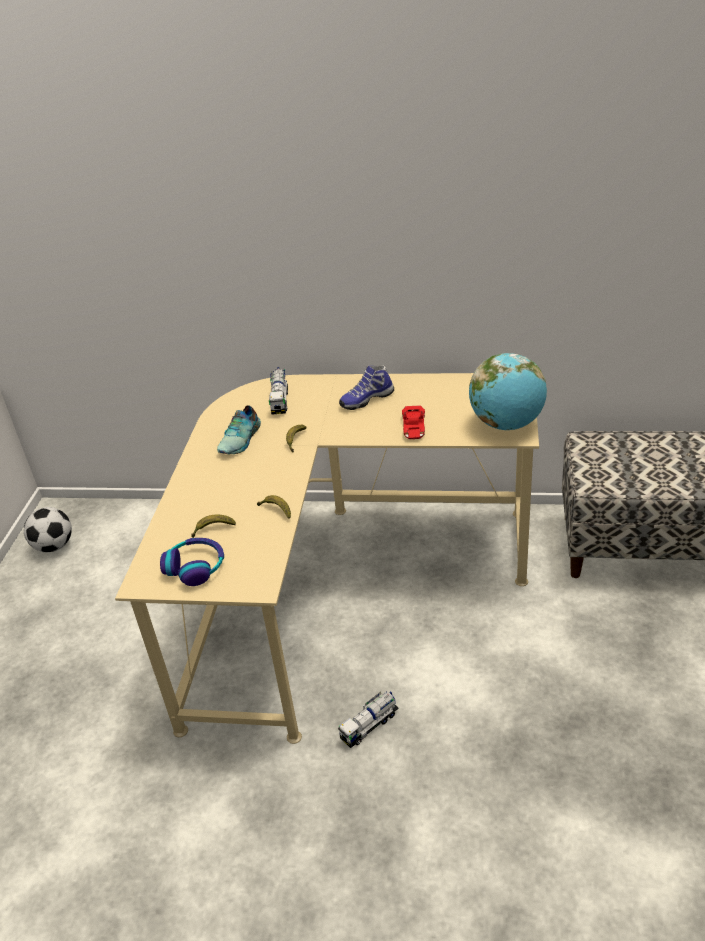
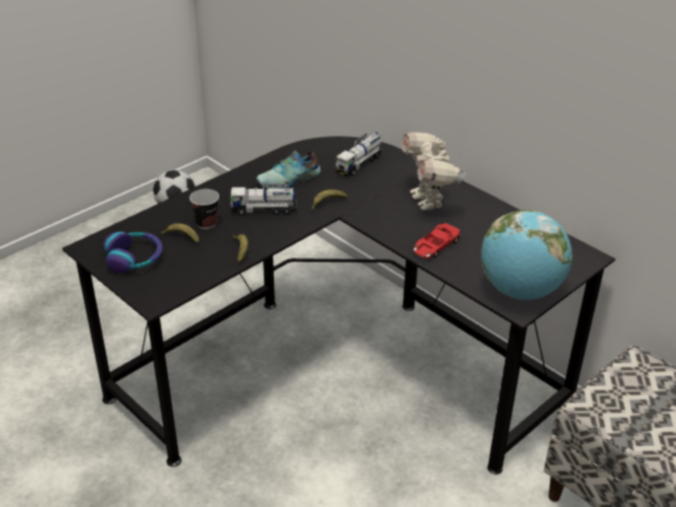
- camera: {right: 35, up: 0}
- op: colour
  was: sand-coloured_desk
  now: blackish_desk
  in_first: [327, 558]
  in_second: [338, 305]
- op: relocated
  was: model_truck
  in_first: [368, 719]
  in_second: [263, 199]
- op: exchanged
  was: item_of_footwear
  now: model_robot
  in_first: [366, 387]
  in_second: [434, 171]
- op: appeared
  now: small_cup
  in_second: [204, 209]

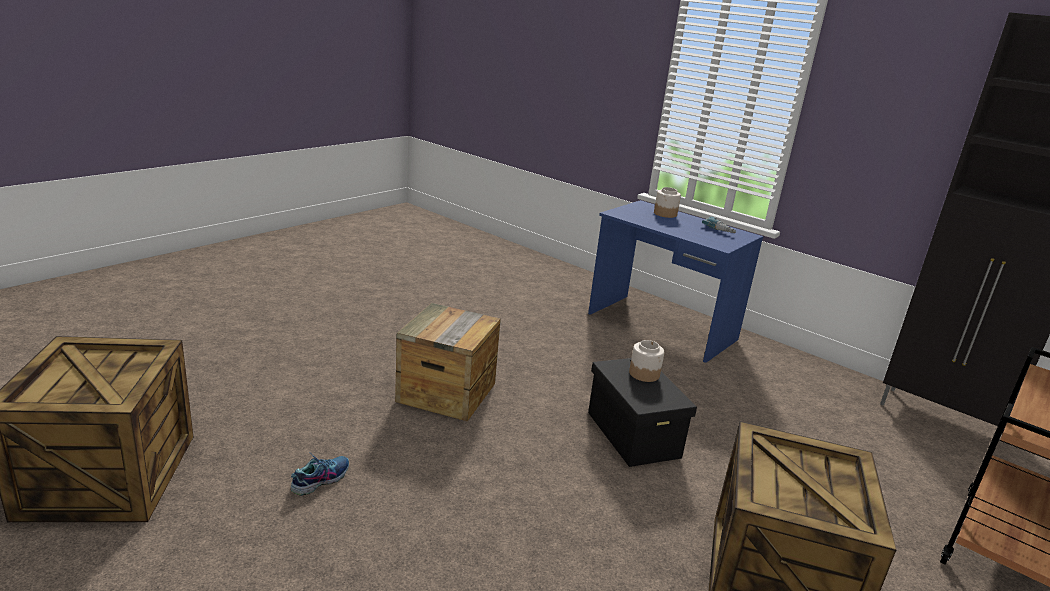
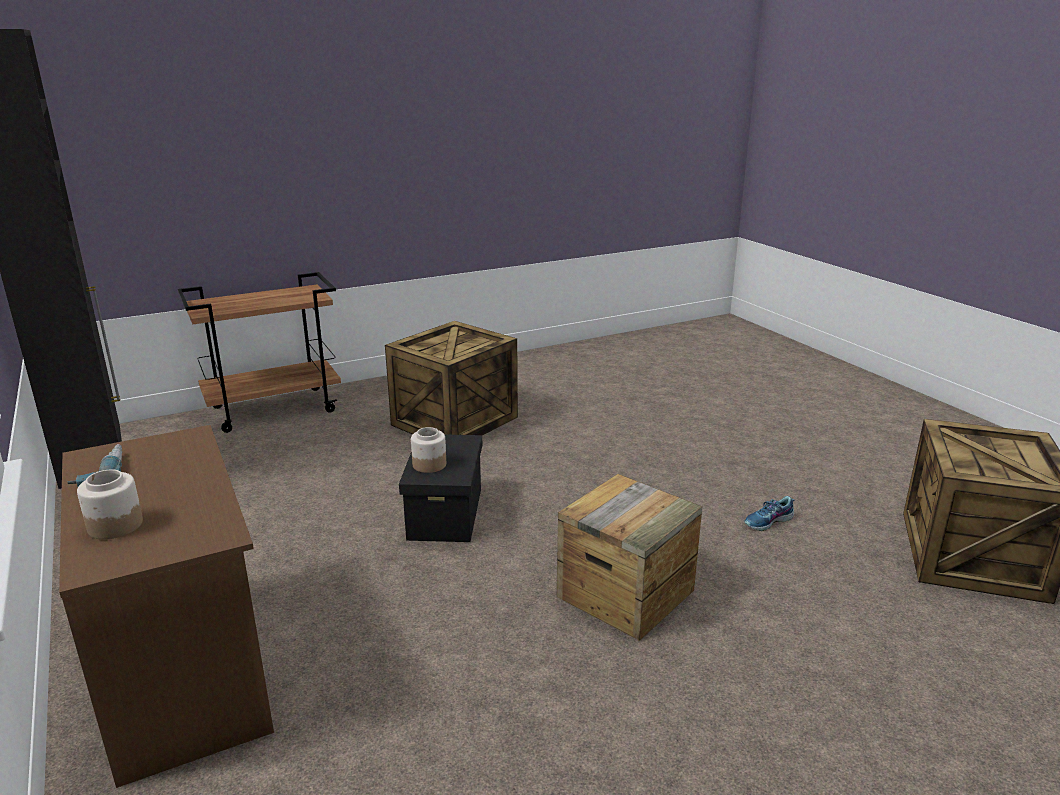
- camera: {right: -155, up: 0}
- op: colour
  was: bluish_desk
  now: brown-coloured_desk
  in_first: [676, 281]
  in_second: [166, 606]

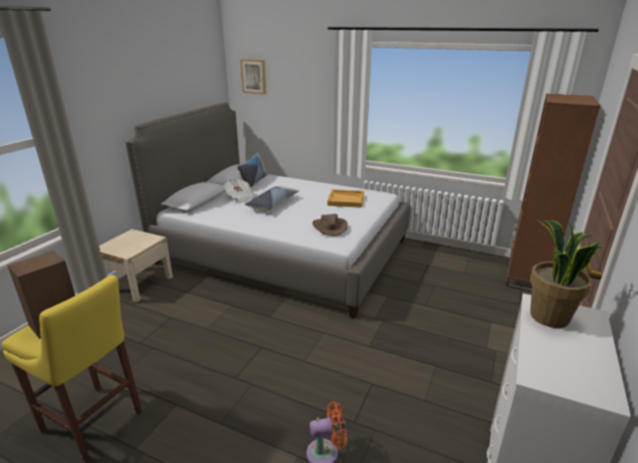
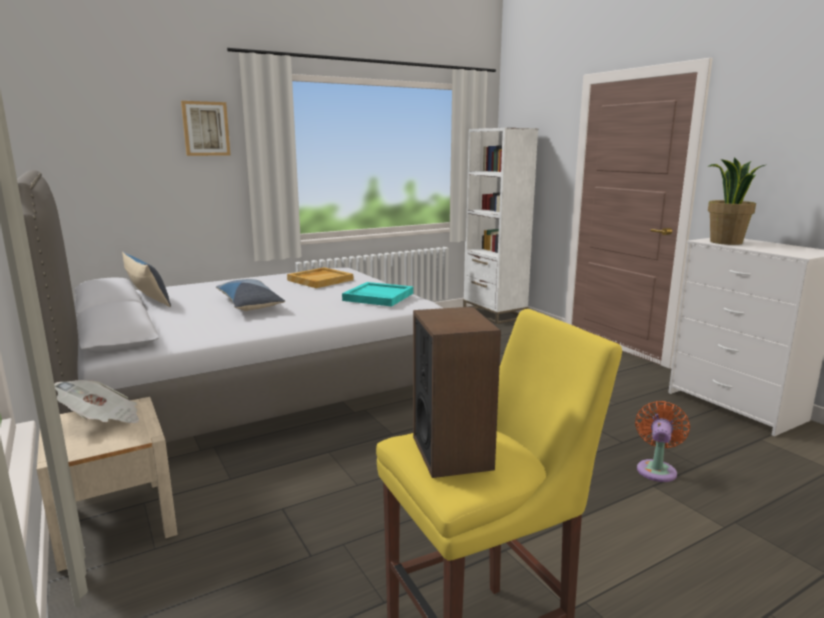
- camera: {right: -55, up: -10}
- op: relocated
  was: newspaper
  in_first: [239, 190]
  in_second: [96, 401]
- op: relocated
  was: wall_picture
  in_first: [253, 76]
  in_second: [206, 128]
- op: exchanged
  was: brown-coloured_clothing_hat
  now: turquoise_carrying_tray
  in_first: [330, 225]
  in_second: [377, 294]
- op: colour
  was: brown-coloured_bookcase
  now: white_bookcase
  in_first: [553, 192]
  in_second: [500, 226]

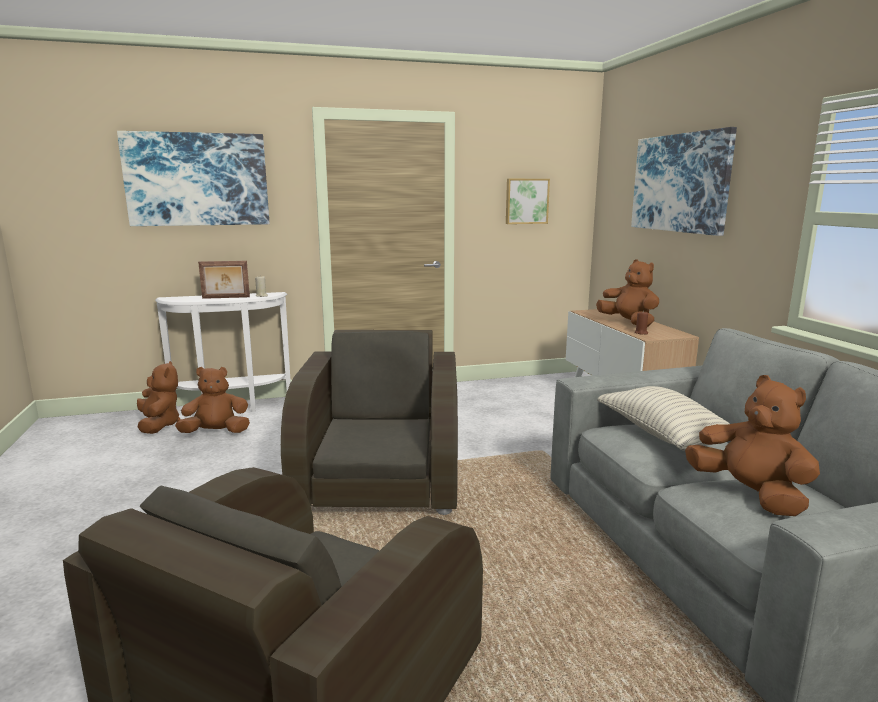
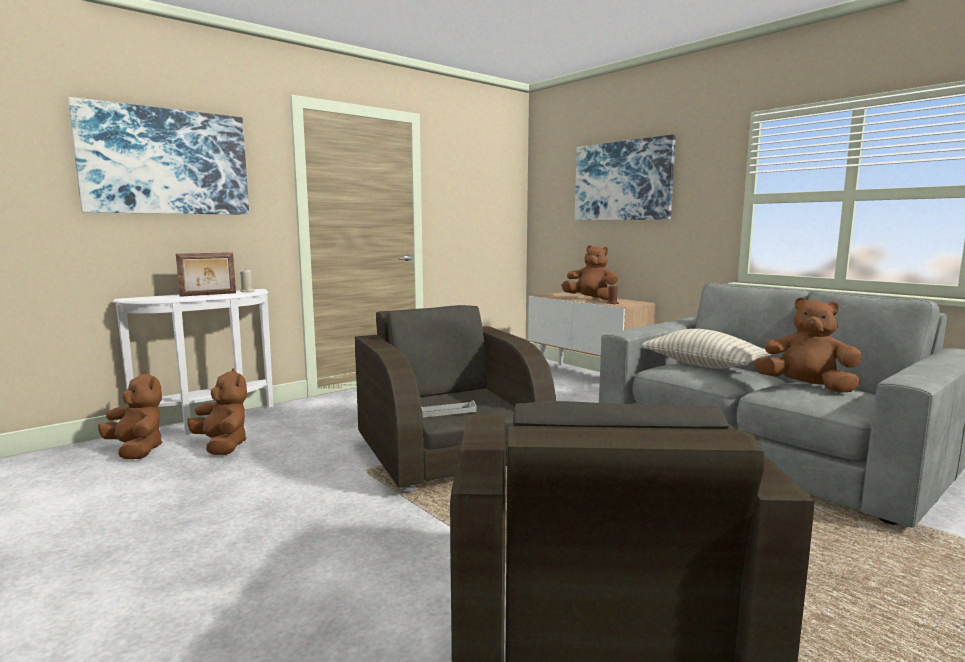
- camera: {right: -25, up: -5}
- op: spun
  was: brown-coloured_soft_toy
  in_first: [212, 400]
  in_second: [217, 411]
  clockwise: 90
- op: missing
  was: wall_picture
  in_first: [528, 201]
- op: appeared
  now: gray_carrying_tray
  in_second: [449, 409]

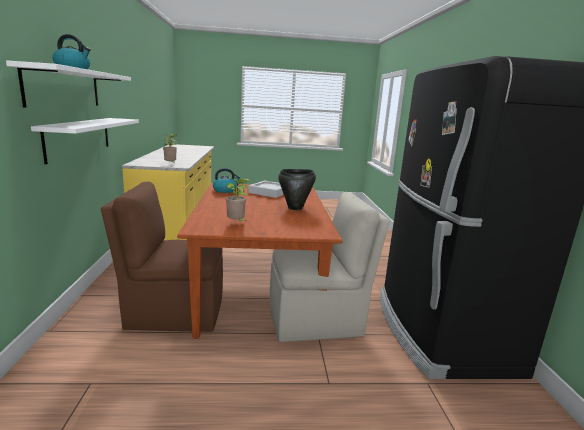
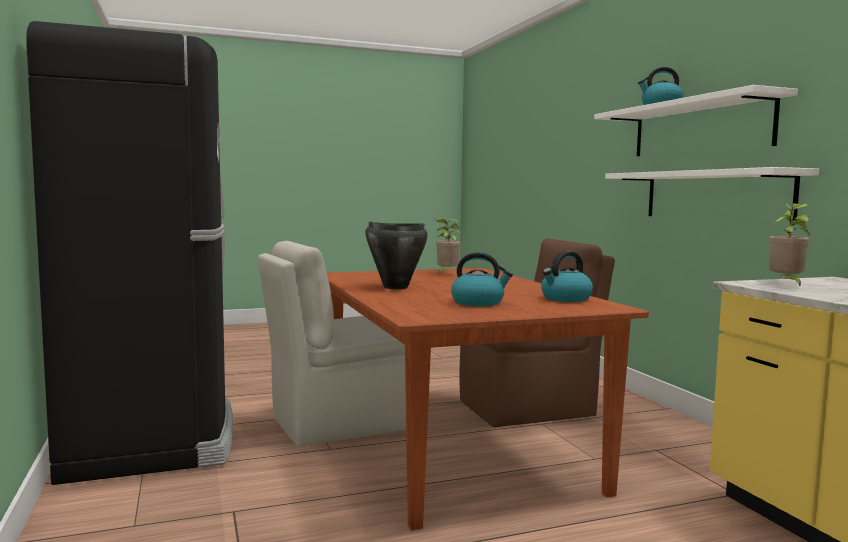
- camera: {right: 165, up: -10}
- op: exchanged
  was: gray_carrying_tray
  now: tea_kettle
  in_first: [266, 189]
  in_second: [482, 279]

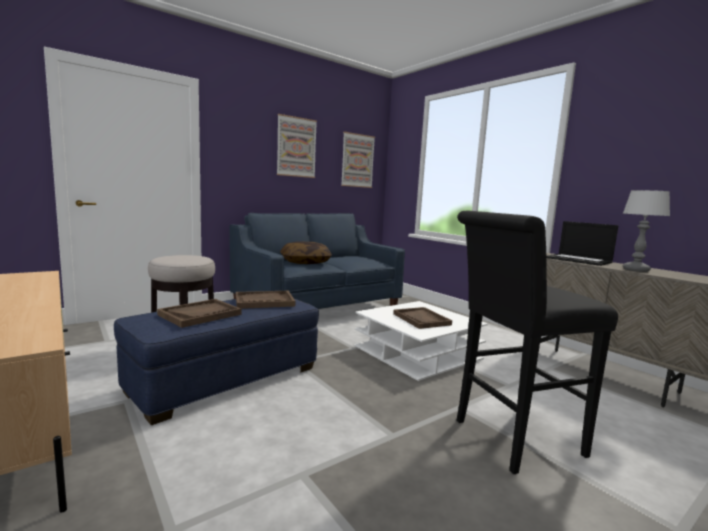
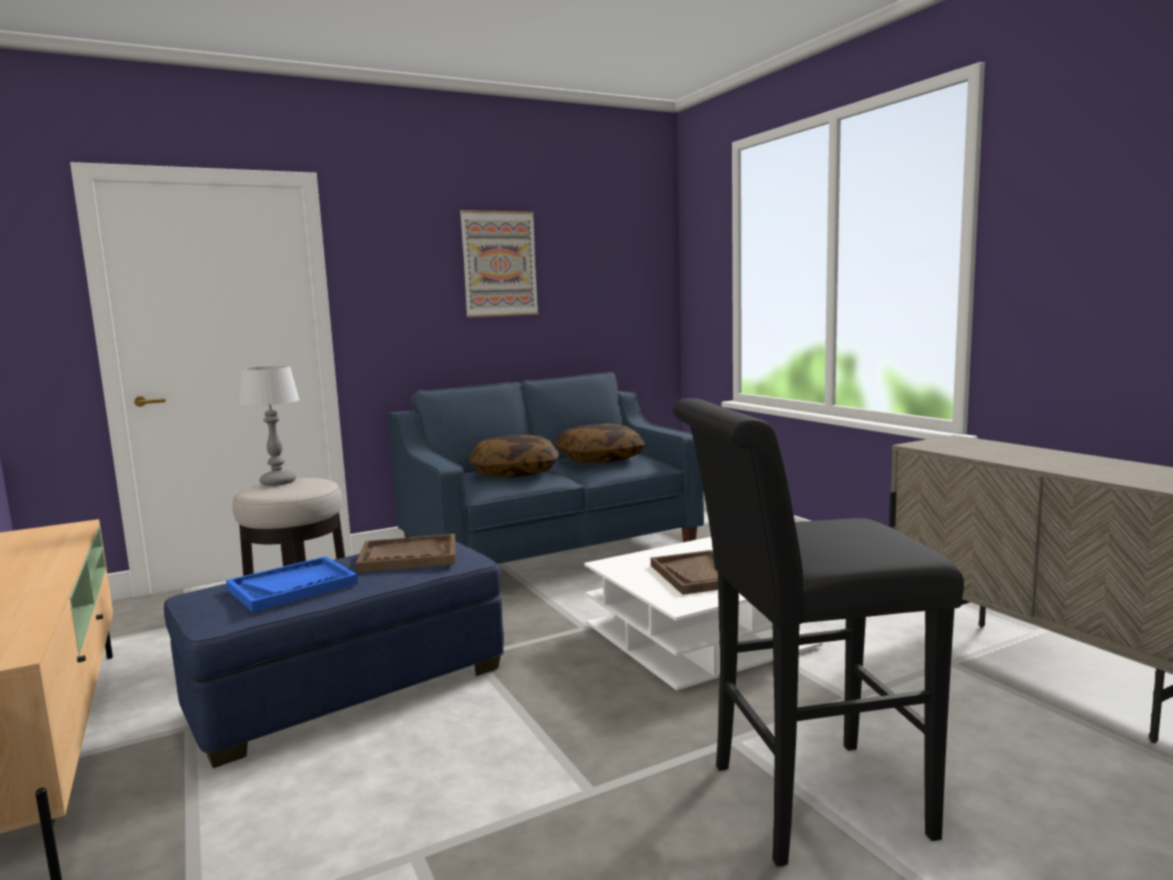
- camera: {right: 10, up: 0}
- op: colour
  was: brown-coloured_carrying_tray
  now: bluish_carrying_tray
  in_first: [199, 313]
  in_second: [292, 584]
- op: missing
  was: wall_picture
  in_first: [358, 160]
- op: missing
  was: notebook_computer
  in_first: [582, 243]
- op: relocated
  was: tabletop_lamp
  in_first: [646, 231]
  in_second: [269, 426]
- op: appeared
  now: throw_pillow
  in_second: [599, 443]

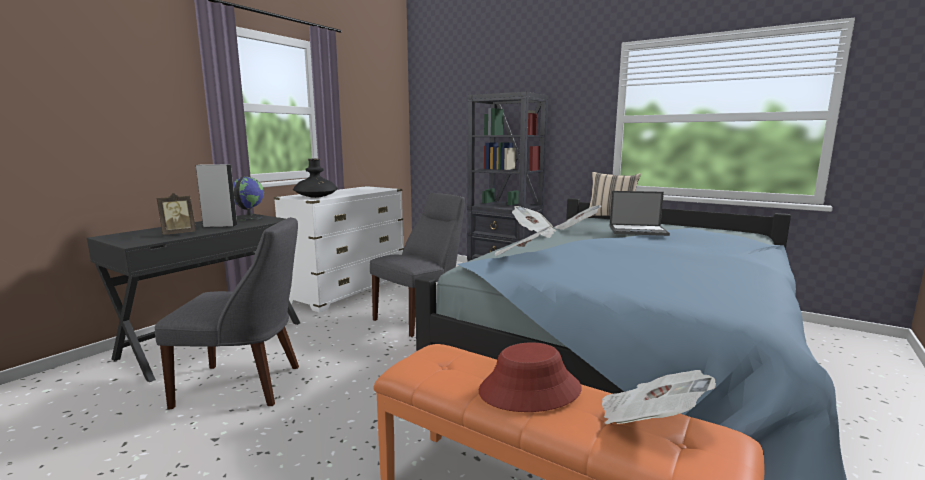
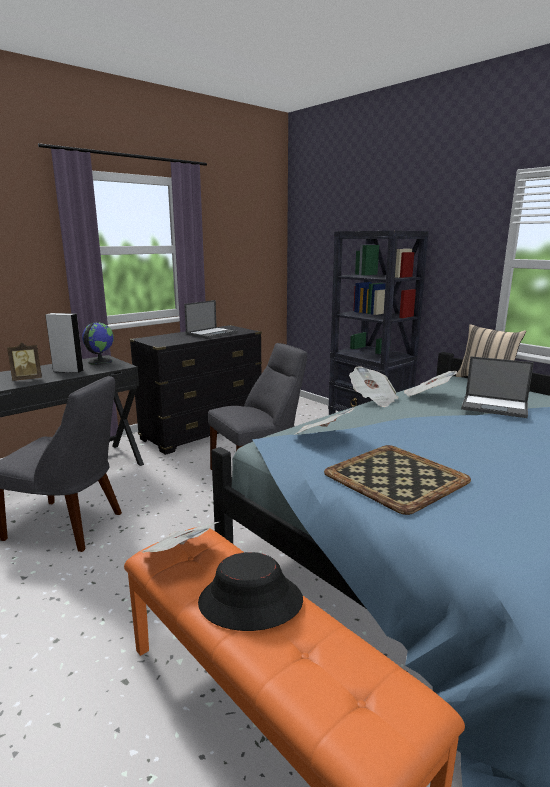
- camera: {right: 15, up: 5}
- op: colour
  was: white_chest_of_drawers
  now: blackish_chest_of_drawers
  in_first: [339, 249]
  in_second: [196, 390]
- op: missing
  was: blackish_decorative_vase
  in_first: [315, 178]
- op: colour
  was: reddish_clothing_hat
  now: blackish_clothing_hat
  in_first: [530, 377]
  in_second: [250, 591]
- op: relocated
  was: newspaper
  in_first: [659, 397]
  in_second: [181, 537]
- op: appeared
  now: notebook_computer
  in_second: [211, 319]
- op: appeared
  now: carrying_tray
  in_second: [397, 480]

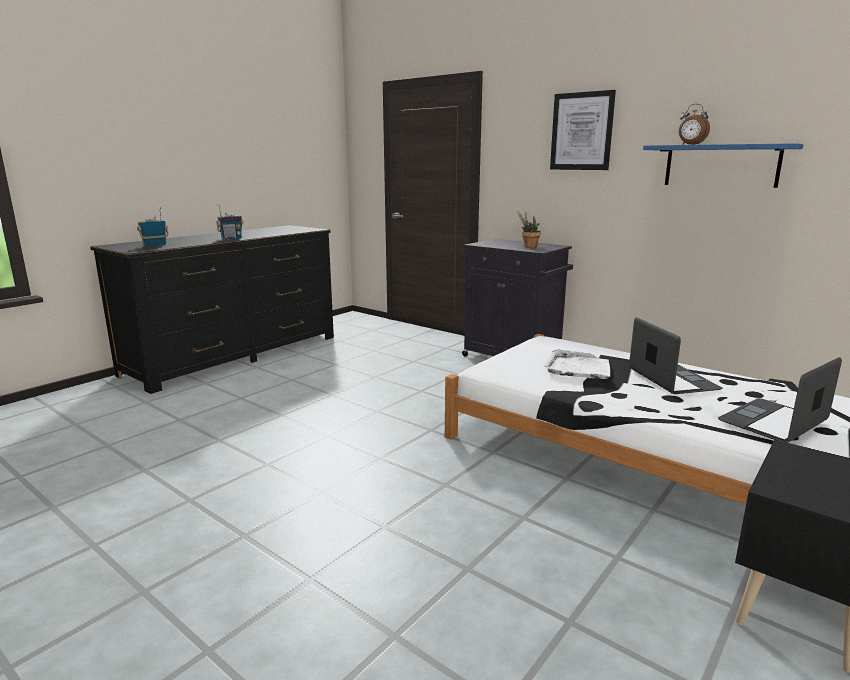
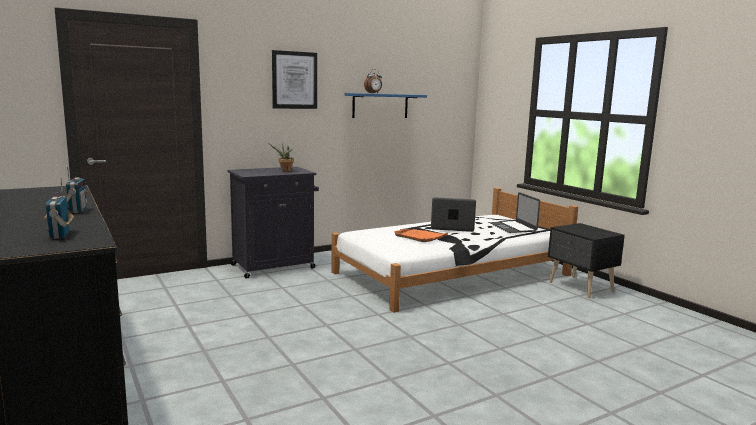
- camera: {right: -70, up: -5}
- op: colour
  was: white_carrying_tray
  now: orangey_carrying_tray
  in_first: [577, 364]
  in_second: [421, 235]

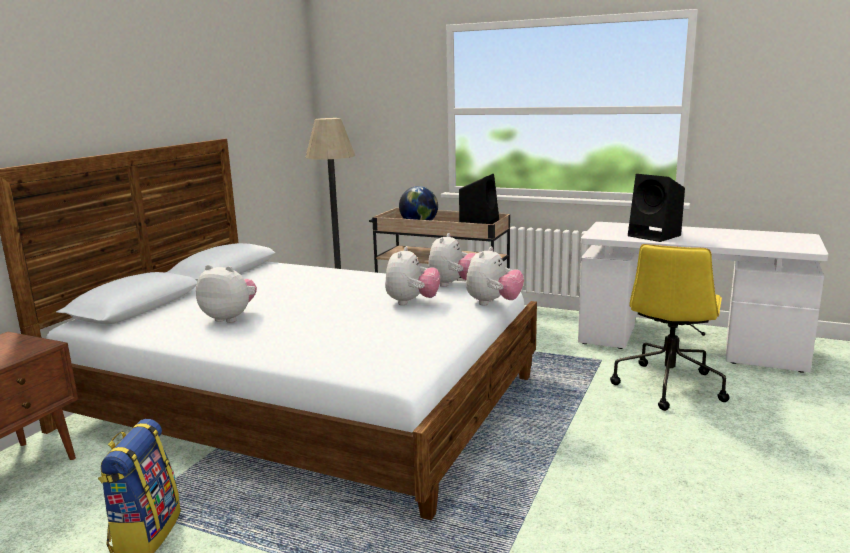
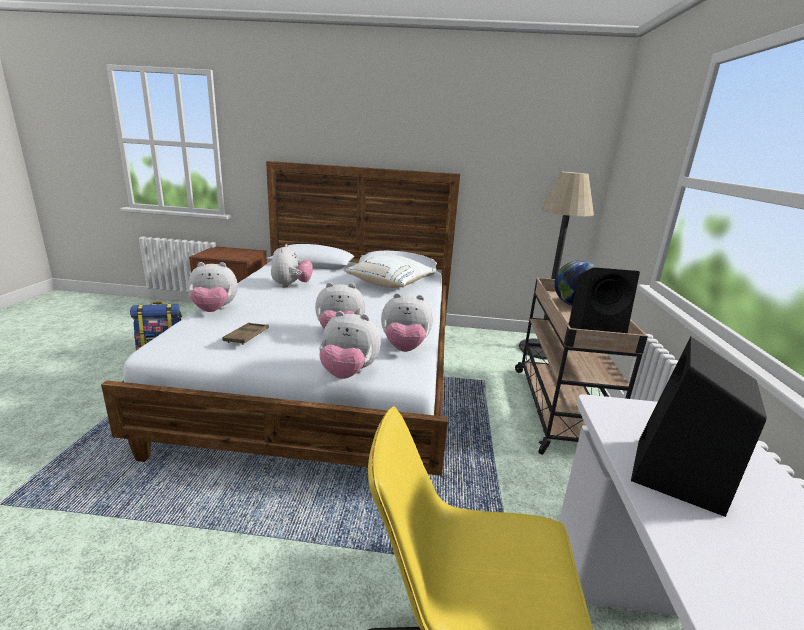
- camera: {right: 70, up: 5}
- op: appeared
  now: soft_toy
  in_second: [213, 287]
- op: appeared
  now: brown-coloured_carrying_tray
  in_second: [245, 333]
- op: appeared
  now: white_throw_pillow
  in_second: [390, 271]

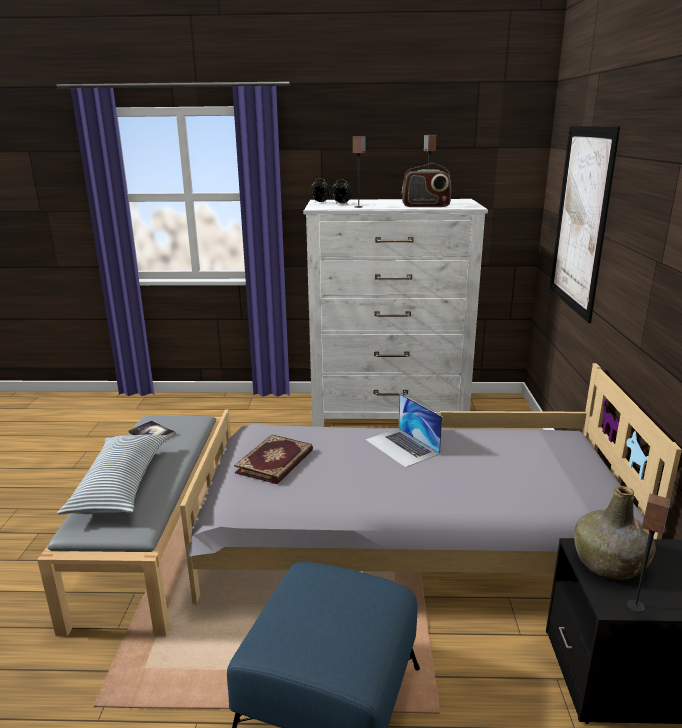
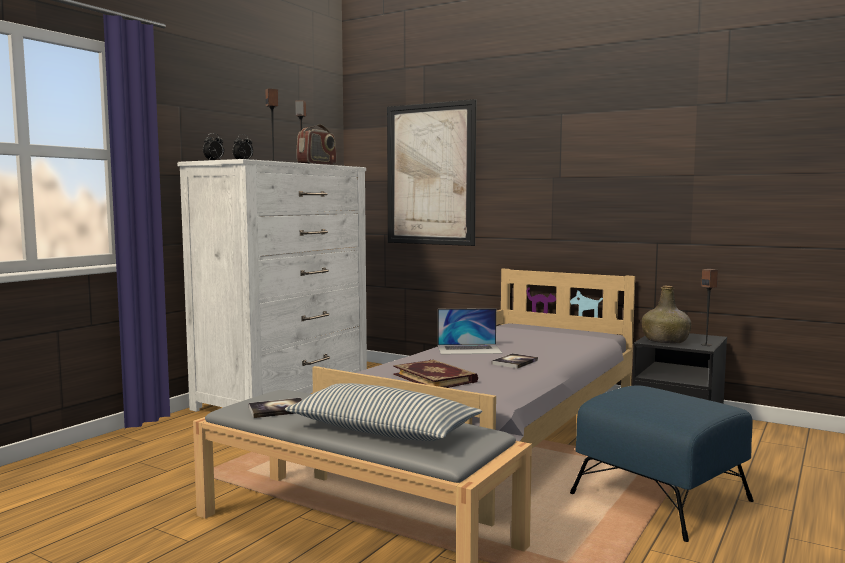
- camera: {right: -60, up: -15}
- op: appeared
  now: bound_book
  in_second: [515, 361]

